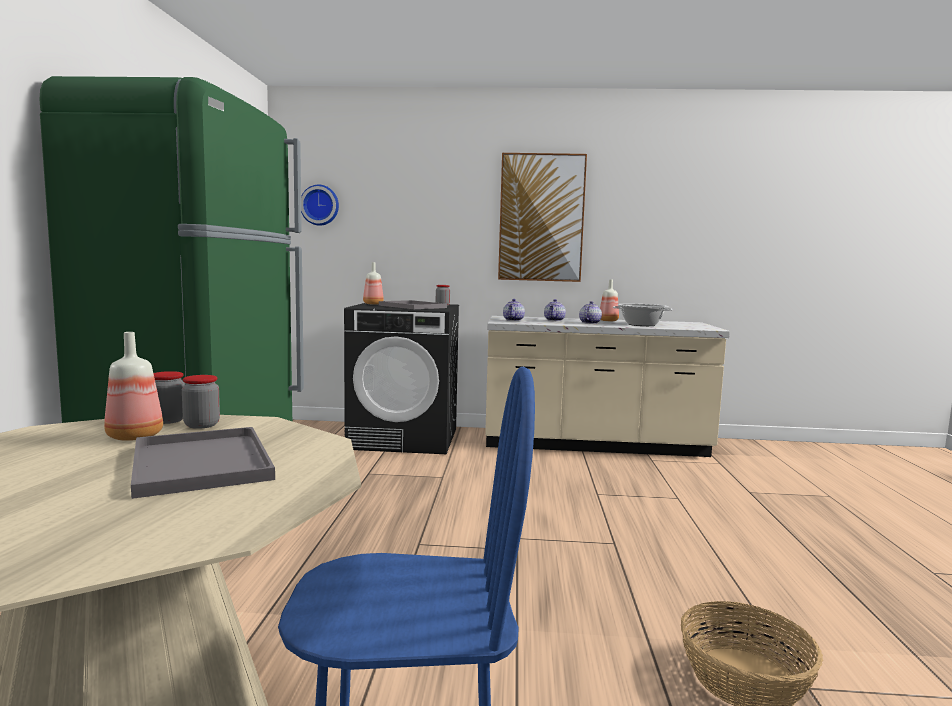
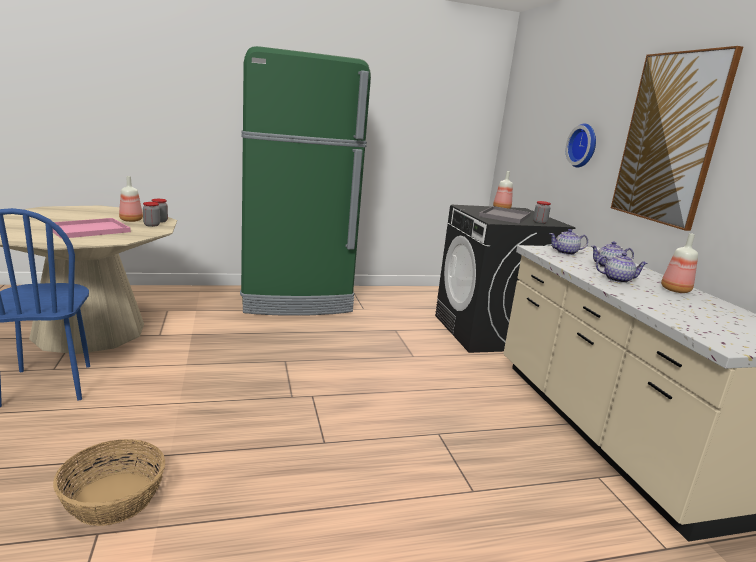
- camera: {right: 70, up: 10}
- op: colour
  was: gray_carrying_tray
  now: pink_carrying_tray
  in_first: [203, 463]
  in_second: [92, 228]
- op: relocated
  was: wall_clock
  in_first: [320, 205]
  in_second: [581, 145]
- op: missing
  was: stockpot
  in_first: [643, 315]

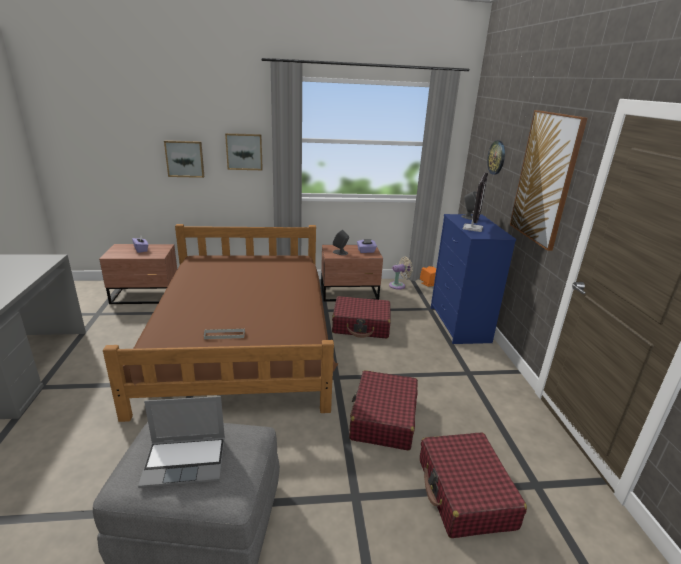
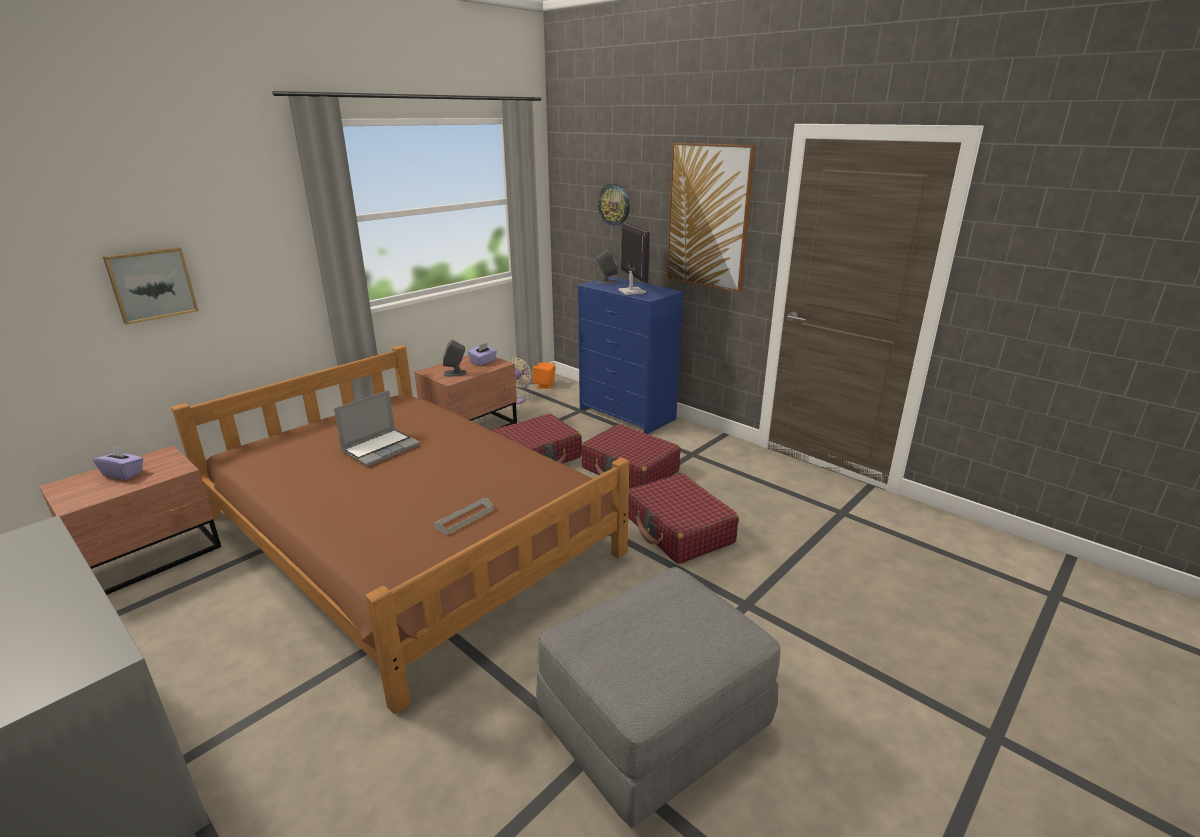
- camera: {right: -40, up: 0}
- op: relocated
  was: notebook_computer
  in_first: [181, 442]
  in_second: [377, 428]
- op: missing
  was: wall_picture
  in_first: [244, 151]
- op: relocated
  was: reddish_suitcase
  in_first: [473, 485]
  in_second: [631, 456]

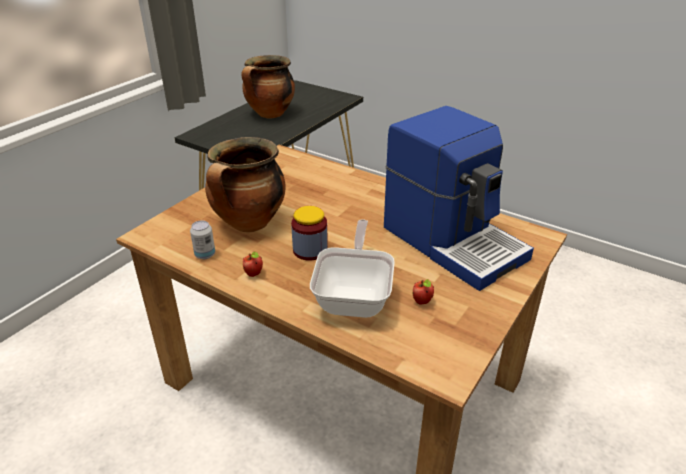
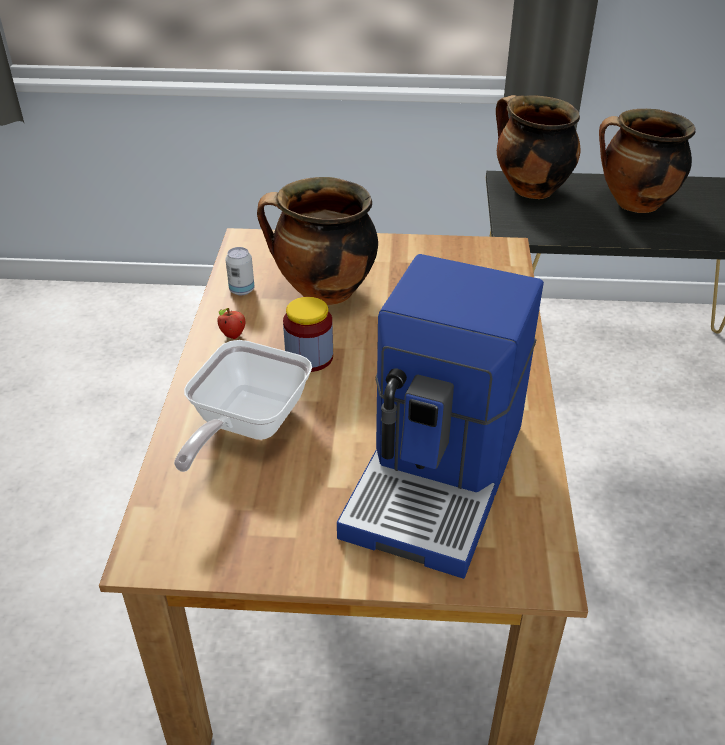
- camera: {right: 60, up: 5}
- op: spun
  was: pan
  in_first: [352, 268]
  in_second: [243, 406]
  clockwise: 135
- op: missing
  was: apple
  in_first: [423, 291]
- op: appeared
  now: stockpot
  in_second: [538, 147]

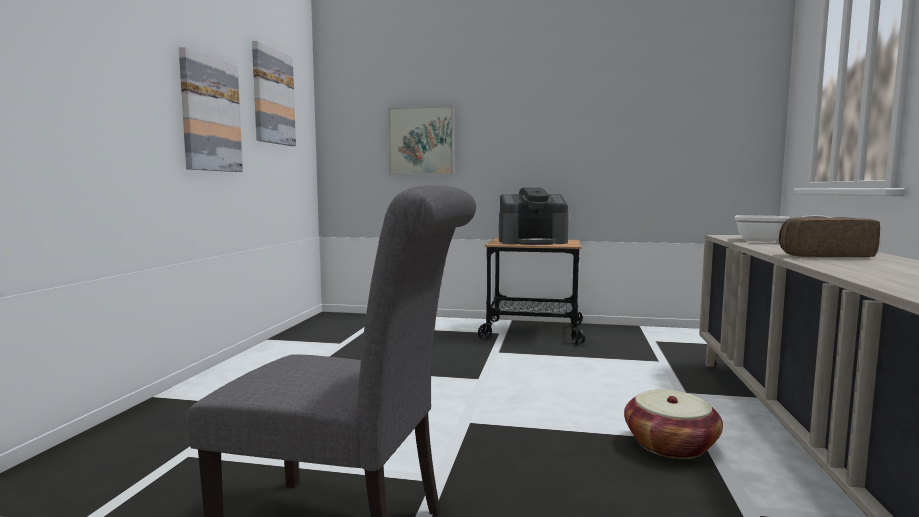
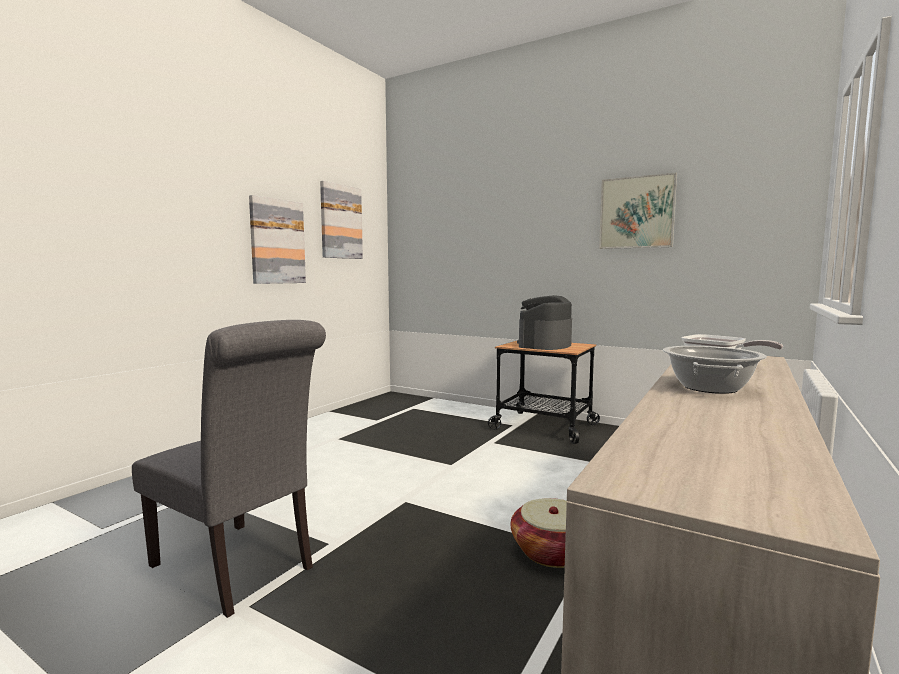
- camera: {right: 20, up: 0}
- op: relocated
  was: wall_picture
  in_first: [421, 140]
  in_second: [638, 210]
- op: spun
  was: coffee_brewer
  in_first: [534, 216]
  in_second: [544, 322]
  clockwise: 105
- op: exchanged
  was: bakery_bread
  now: stockpot
  in_first: [829, 237]
  in_second: [715, 370]

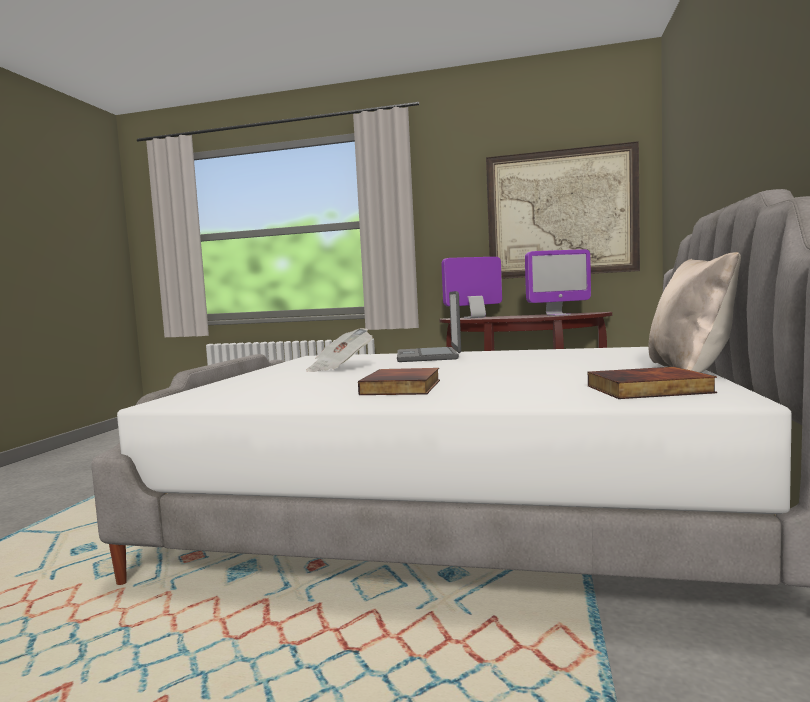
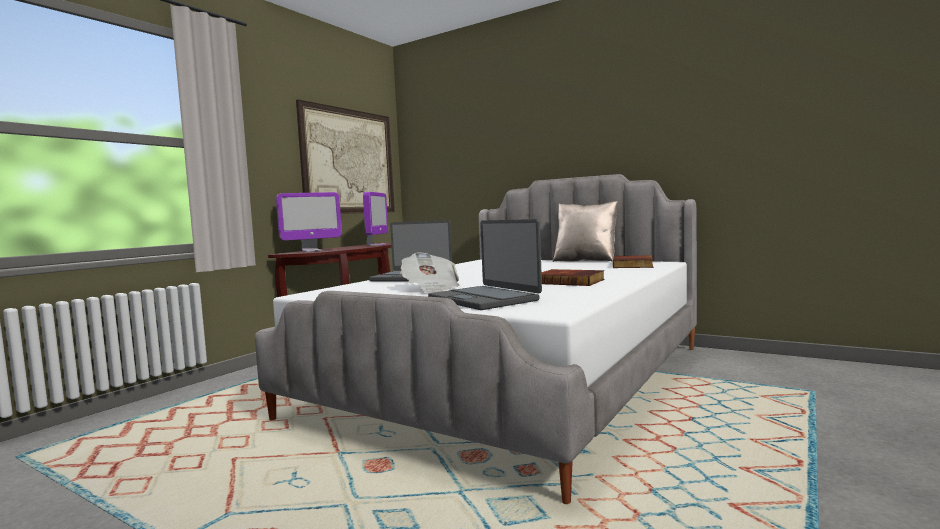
- camera: {right: -70, up: 0}
- op: spun
  was: computer_display
  in_first: [472, 287]
  in_second: [309, 222]
  clockwise: -120
- op: appeared
  now: notebook_computer
  in_second: [485, 264]

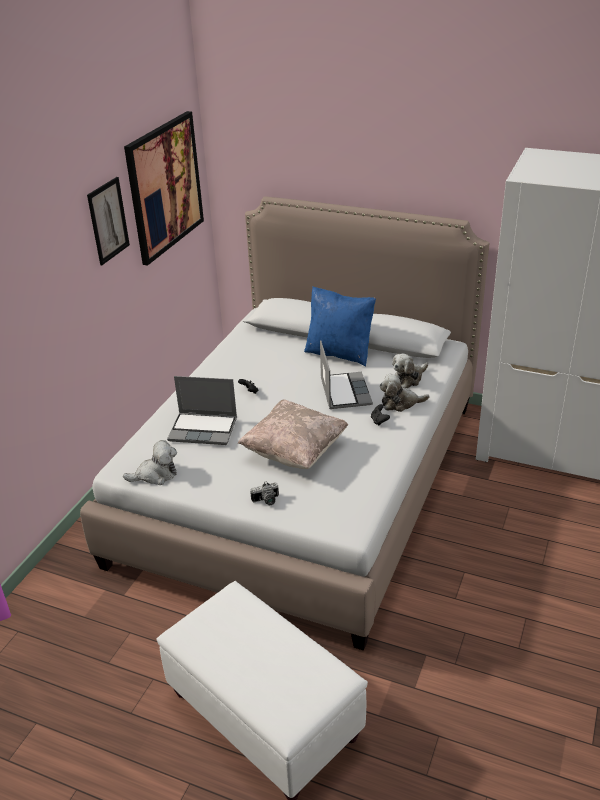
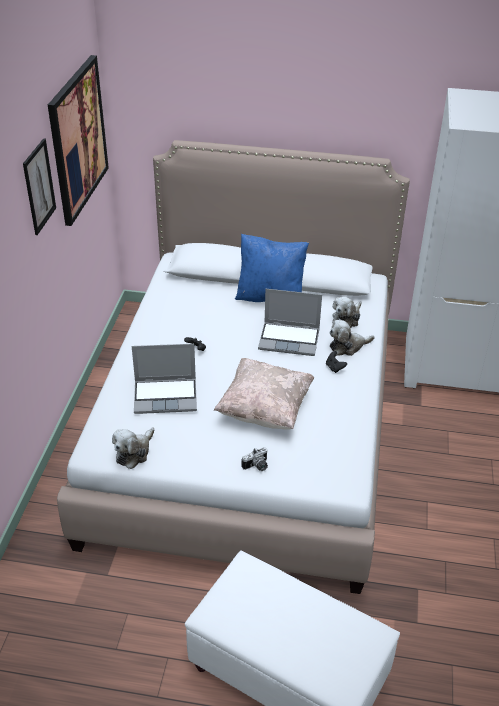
- camera: {right: -15, up: 5}
- op: spun
  was: soft_toy
  in_first: [150, 462]
  in_second: [133, 448]
  clockwise: 150
- op: spun
  was: notebook_computer
  in_first: [346, 374]
  in_second: [290, 322]
  clockwise: 120

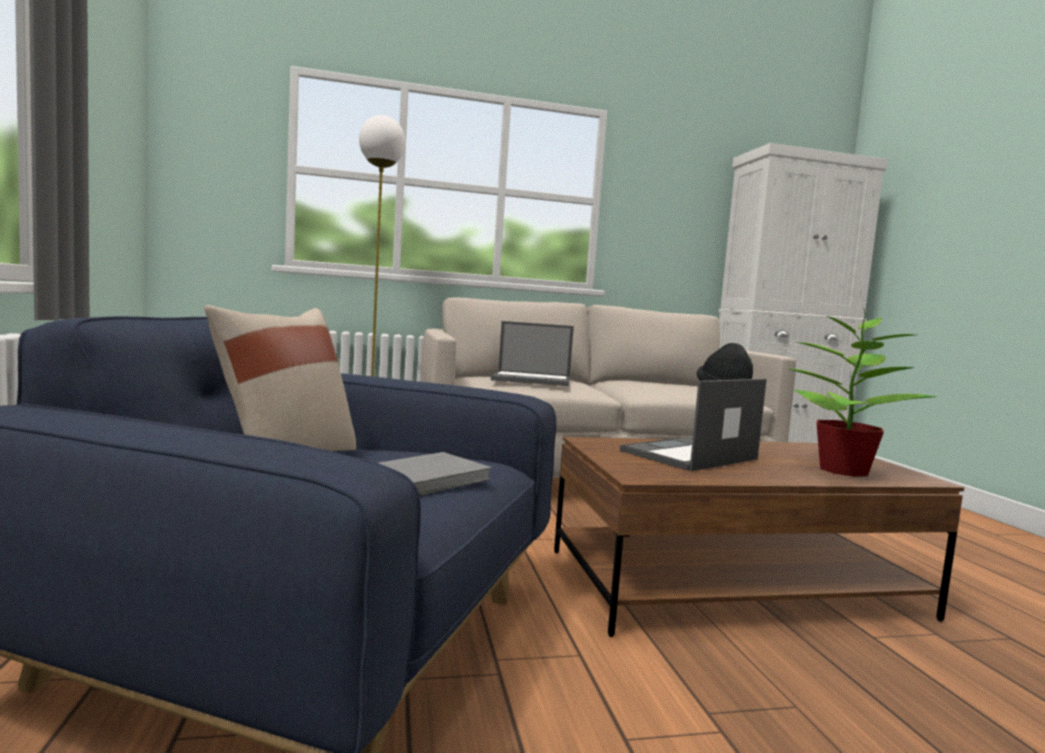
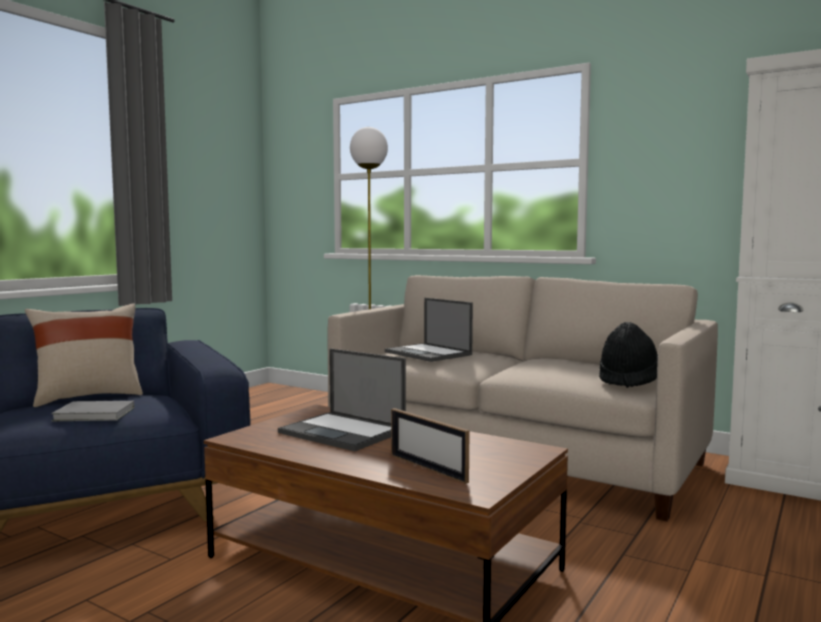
- camera: {right: 45, up: 0}
- op: spun
  was: notebook_computer
  in_first: [693, 425]
  in_second: [342, 400]
  clockwise: -150
- op: exchanged
  was: potted_plant
  now: picture_frame
  in_first: [863, 392]
  in_second: [430, 446]

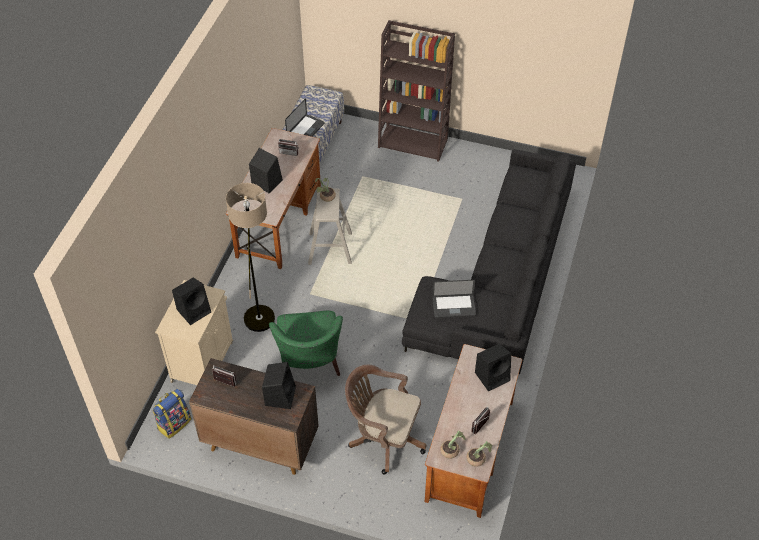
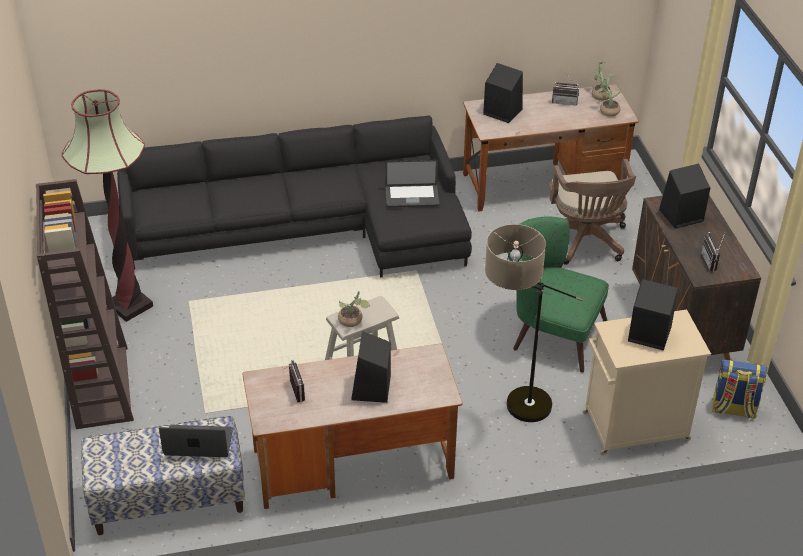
- camera: {right: -120, up: -10}
- op: spun
  was: greenish_easy_chair
  in_first: [306, 343]
  in_second: [558, 294]
  clockwise: -120
- op: spun
  was: notebook_computer
  in_first: [454, 299]
  in_second: [412, 184]
  clockwise: 120
- op: appeared
  now: standard_lamp
  in_second: [107, 205]

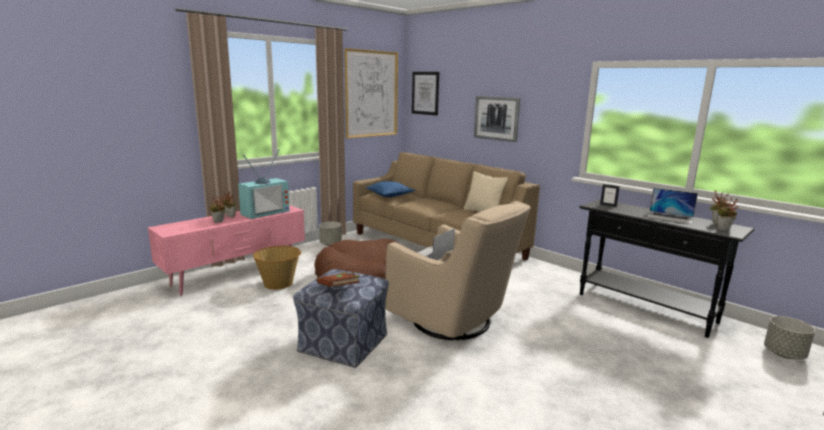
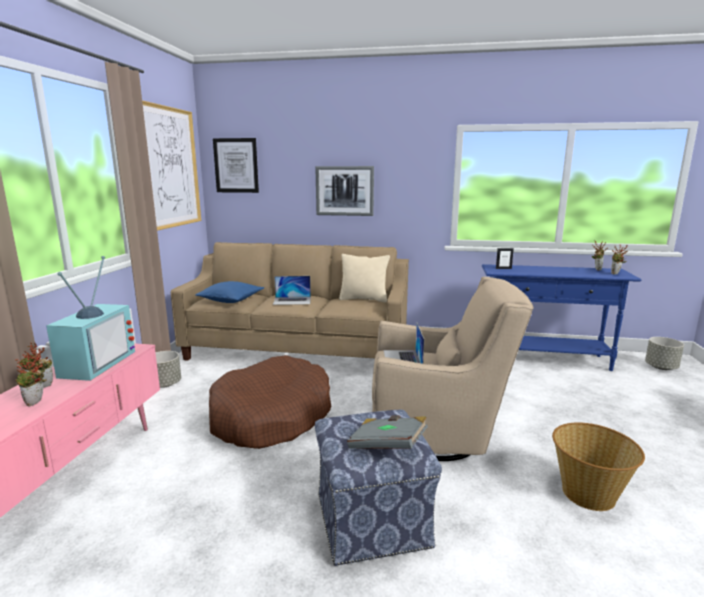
- camera: {right: -35, up: 0}
- op: relocated
  was: household_basket
  in_first: [277, 268]
  in_second: [598, 466]
- op: colour
  was: brown-coloured_bound_book
  now: gray_bound_book
  in_first: [338, 279]
  in_second: [387, 432]
- op: colour
  was: blackish_hall_table
  now: bluish_hall_table
  in_first: [667, 268]
  in_second: [562, 317]
- op: relocated
  was: notebook_computer
  in_first: [672, 206]
  in_second: [292, 290]

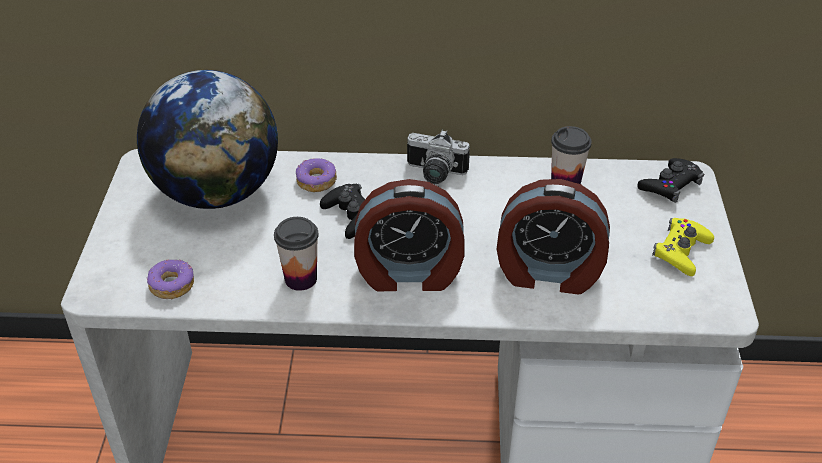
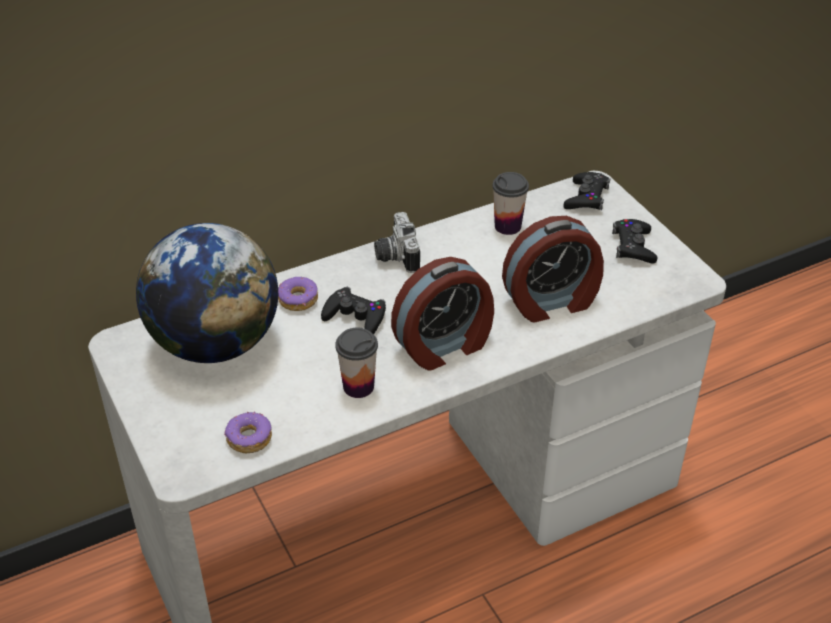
- camera: {right: -30, up: 0}
- op: spun
  was: photo_camera
  in_first: [438, 157]
  in_second: [397, 242]
  clockwise: 90
- op: colour
  was: yellowish_gamepad
  now: blackish_gamepad
  in_first: [683, 247]
  in_second: [634, 241]

